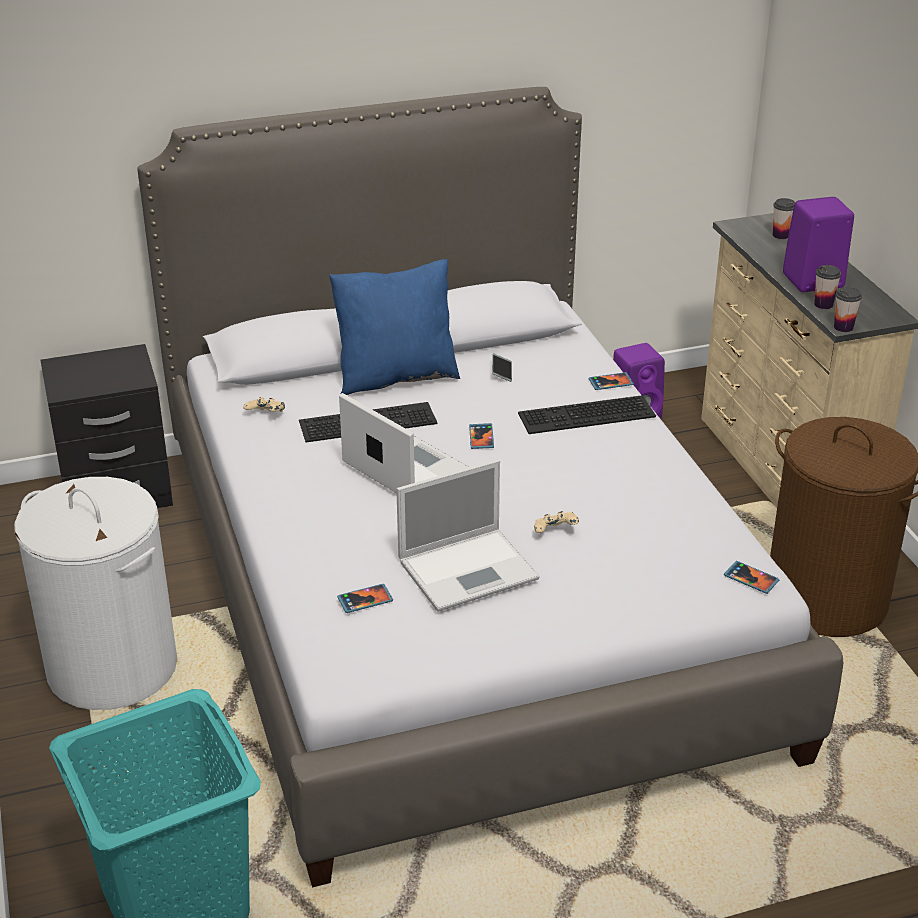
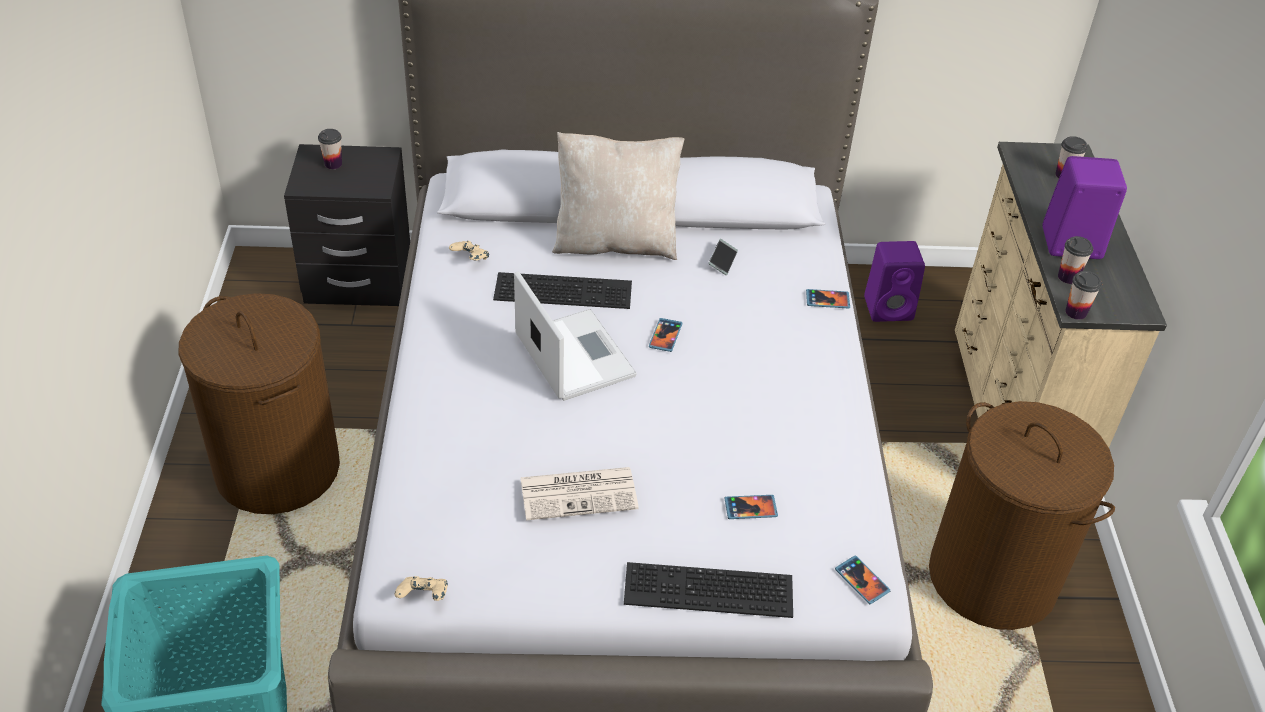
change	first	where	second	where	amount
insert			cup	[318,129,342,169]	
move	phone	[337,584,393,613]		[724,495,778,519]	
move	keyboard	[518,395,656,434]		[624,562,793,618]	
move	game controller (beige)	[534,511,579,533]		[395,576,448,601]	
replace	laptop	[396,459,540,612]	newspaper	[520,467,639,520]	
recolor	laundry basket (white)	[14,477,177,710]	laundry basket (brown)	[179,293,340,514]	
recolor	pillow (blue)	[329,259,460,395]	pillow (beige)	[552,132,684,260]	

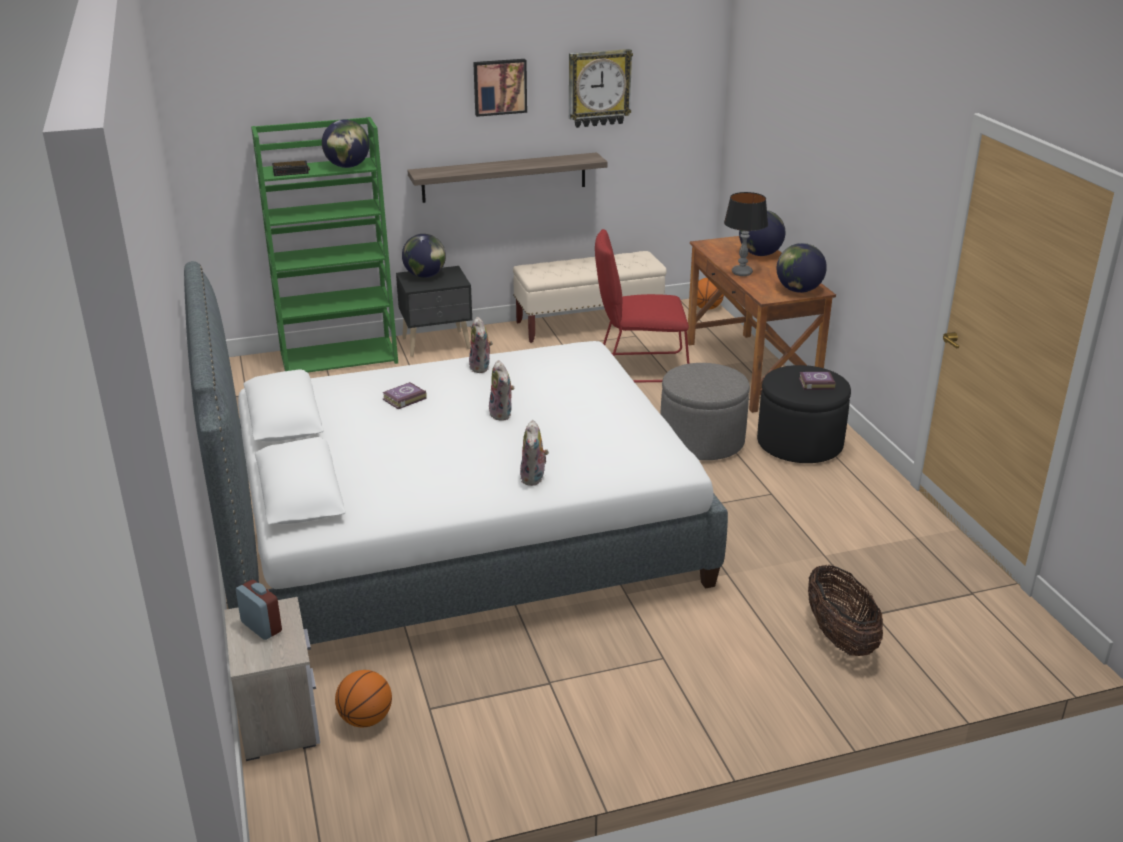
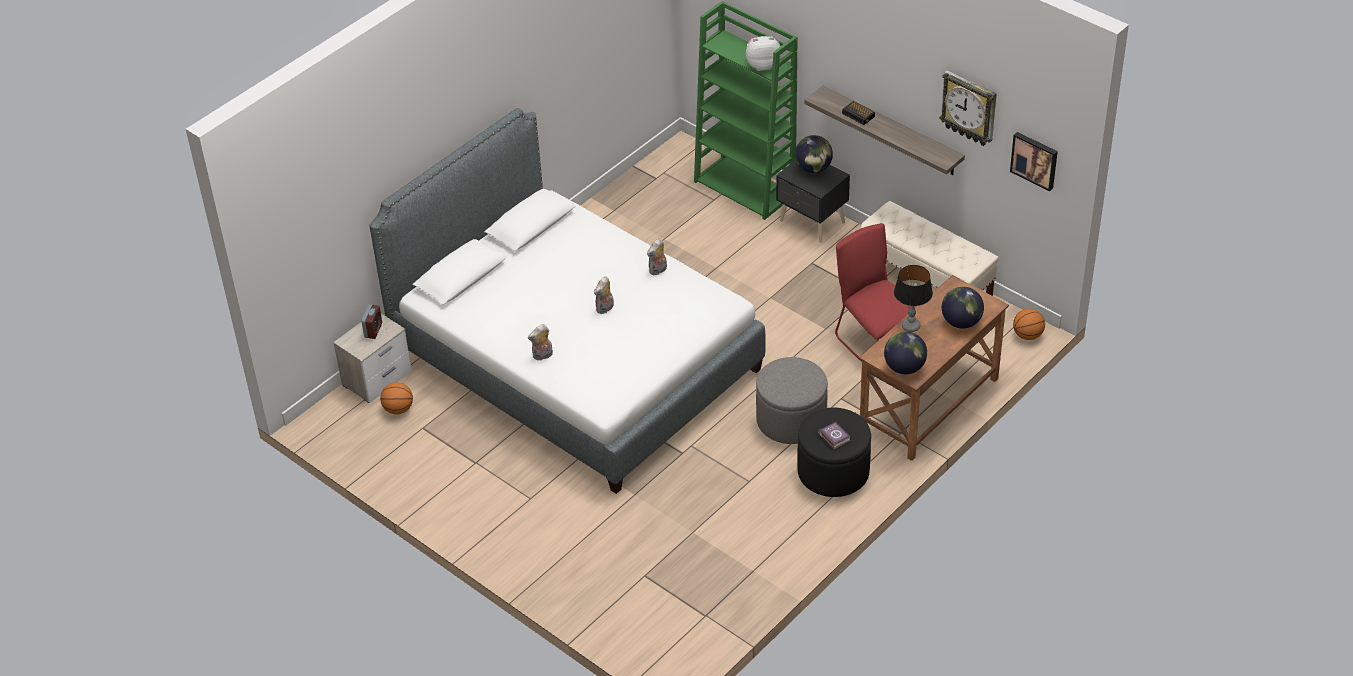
change	first	where	second	where	amount
delete	book	[382,382,427,409]			
delete	basket	[808,564,883,656]			
move	alarm clock	[272,161,310,176]		[842,101,875,125]	
move	picture	[473,59,527,117]		[1010,132,1058,191]	
replace	globe	[322,119,369,168]	plush toy	[746,36,782,71]	

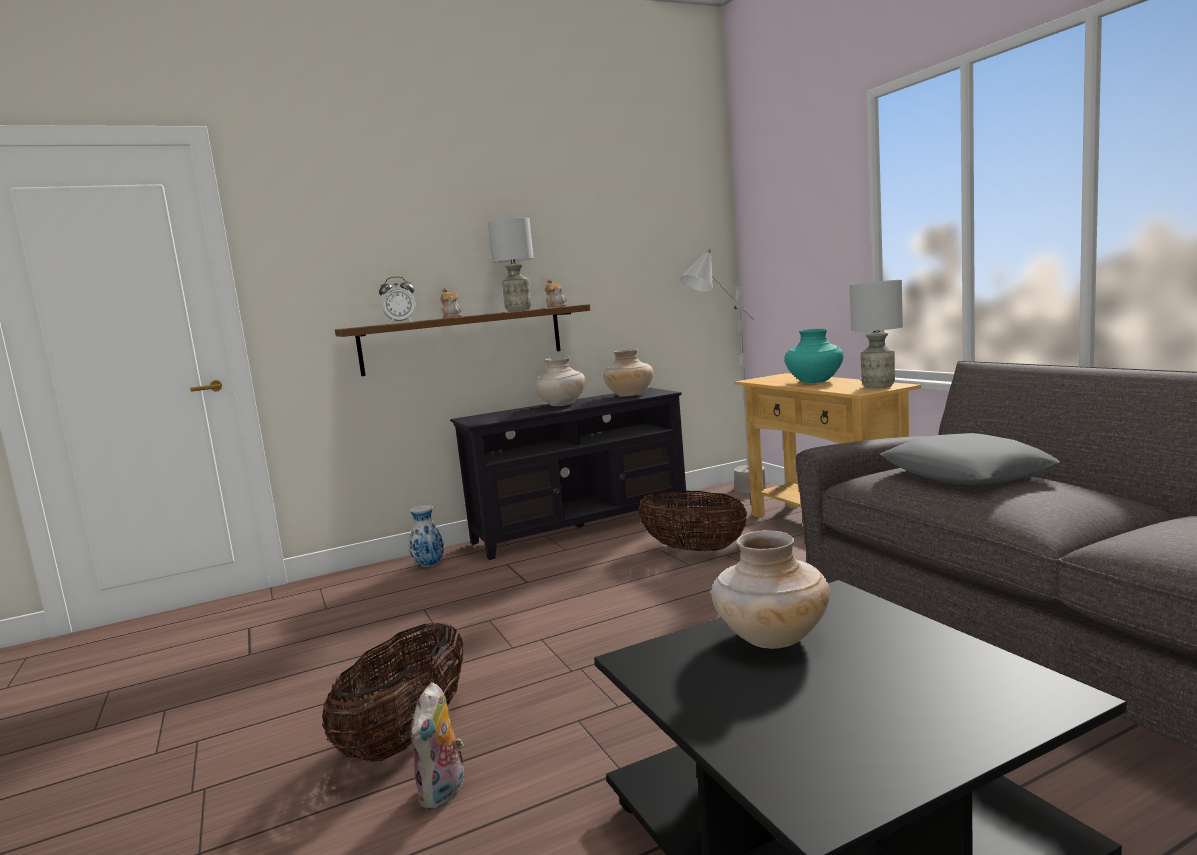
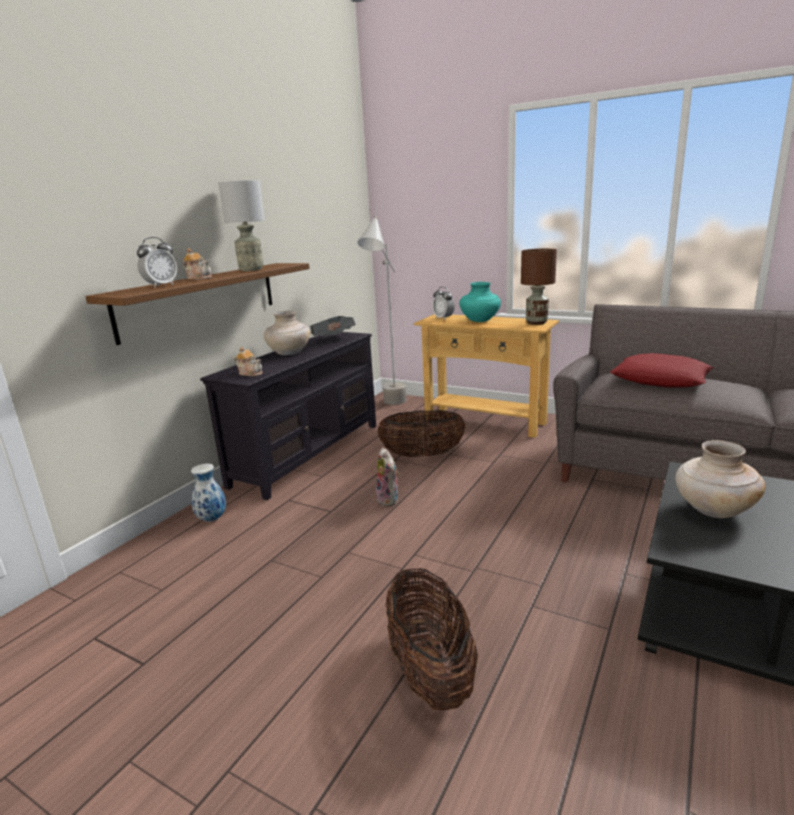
change	first	where	second	where	amount
insert			alarm clock	[432,287,455,319]	
move	plush toy	[410,682,464,810]		[376,448,400,506]	
move	teapot	[544,279,566,308]		[234,347,263,376]	
replace	vase (beige)	[603,349,653,397]	newspaper	[310,316,356,336]	
recolor	table lamp (grey)	[849,280,903,389]	table lamp (brown)	[521,249,557,325]	
recolor	pillow (grey)	[880,433,1060,485]	pillow (red)	[610,353,713,387]	

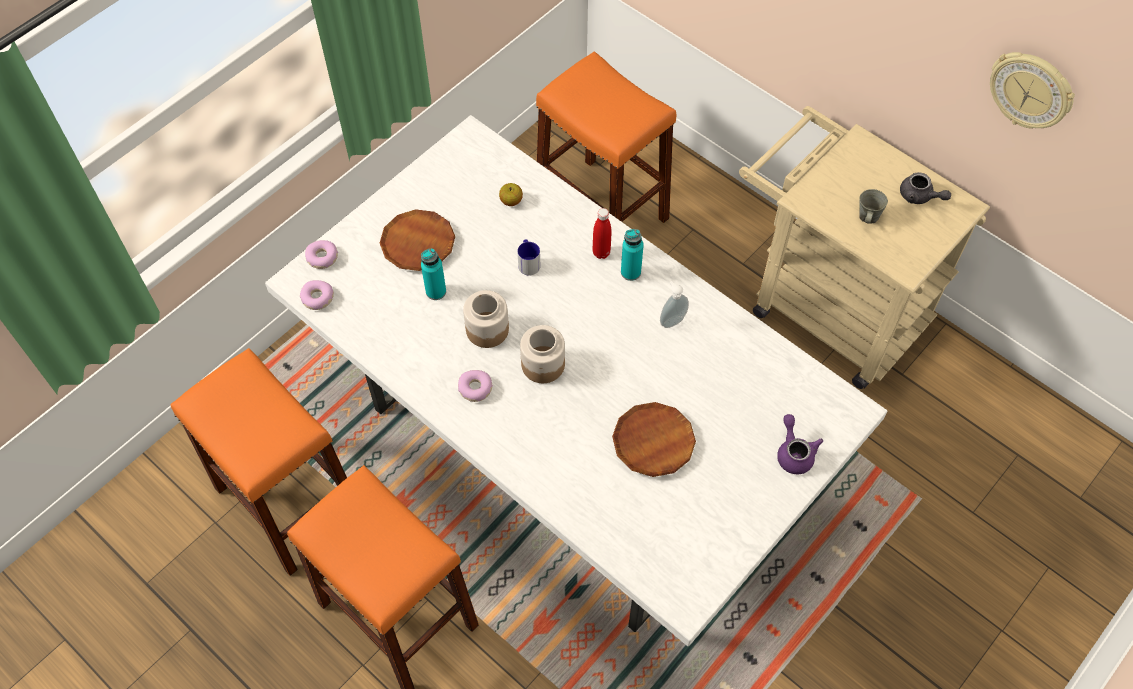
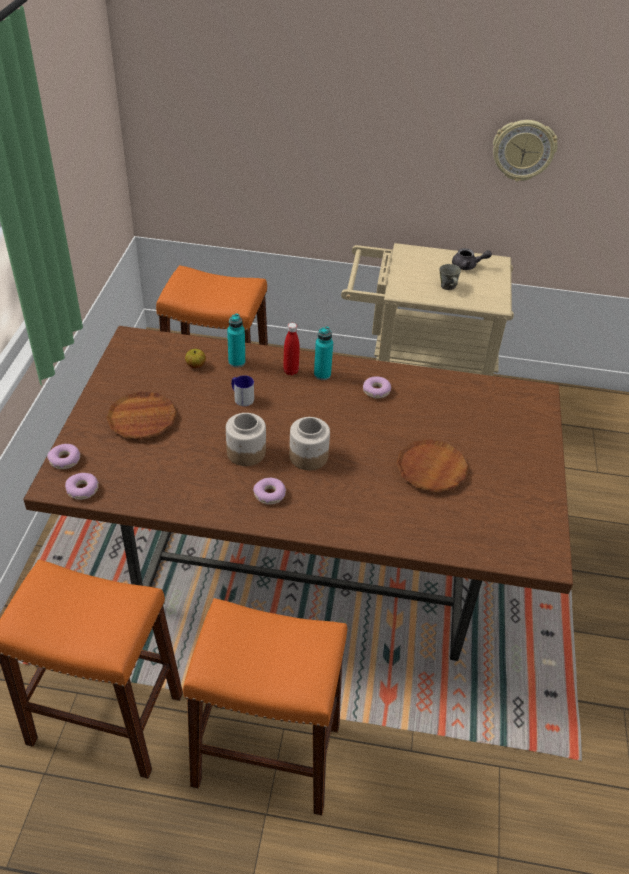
change	first	where	second	where	amount
delete	teapot (purple)	[777,414,823,474]			
move	bottle (turquoise)	[421,248,446,300]		[227,313,245,367]	
replace	soap dispenser	[660,281,689,328]	donut	[363,376,391,398]	
recolor	dining table (white)	[265,115,887,646]	dining table (brown)	[23,326,573,661]	

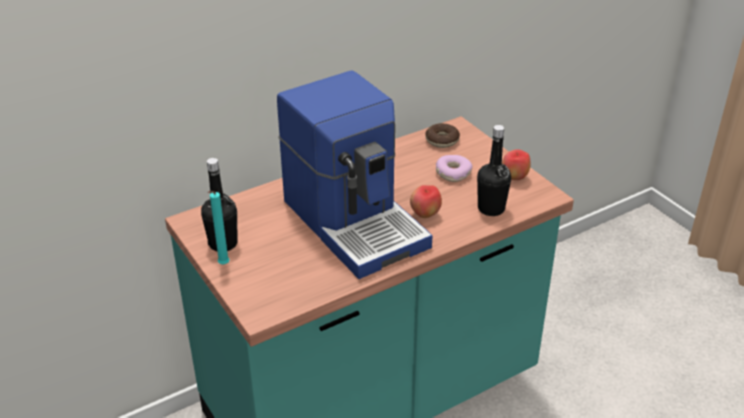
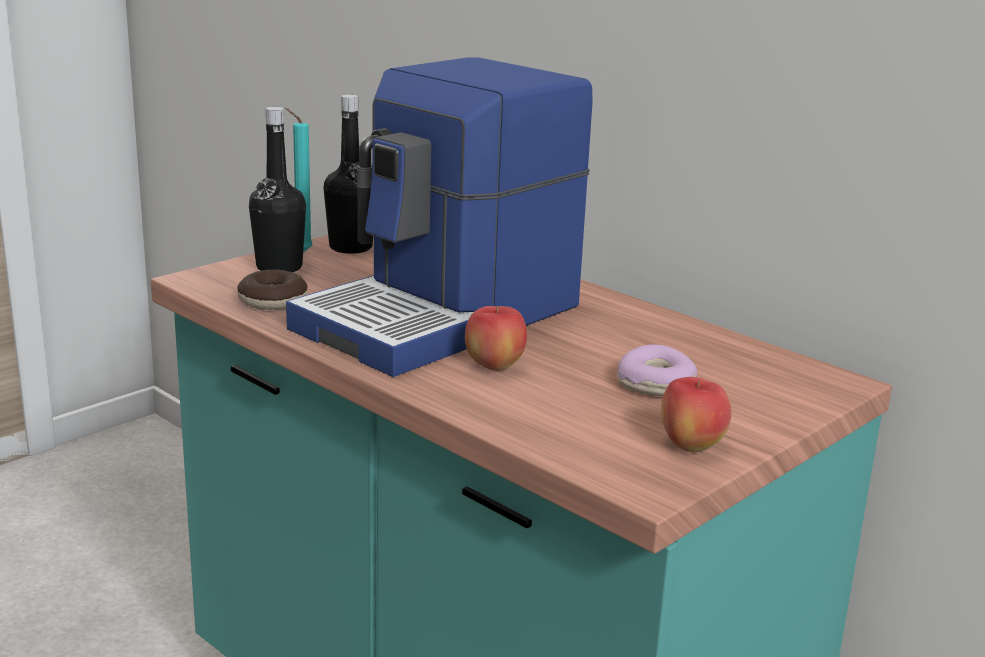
change	first	where	second	where	amount
move	donut	[425,123,460,148]		[237,270,307,310]	
move	bottle (black)	[477,125,511,216]		[249,107,306,272]	

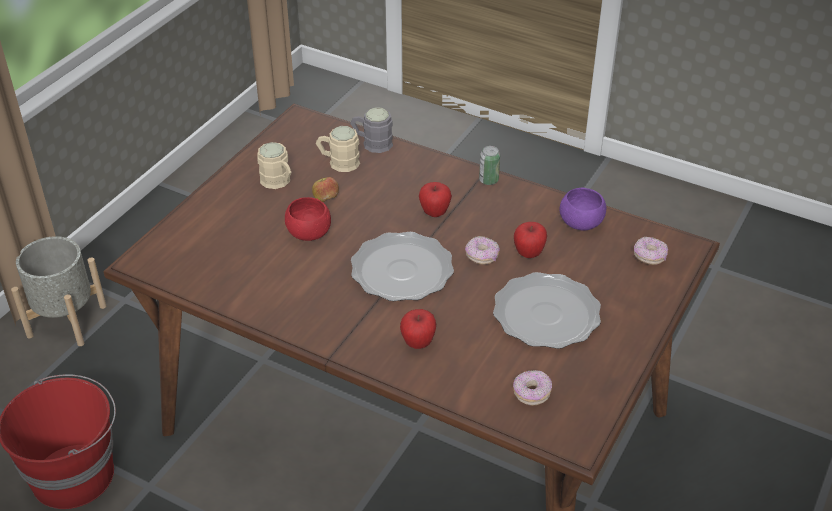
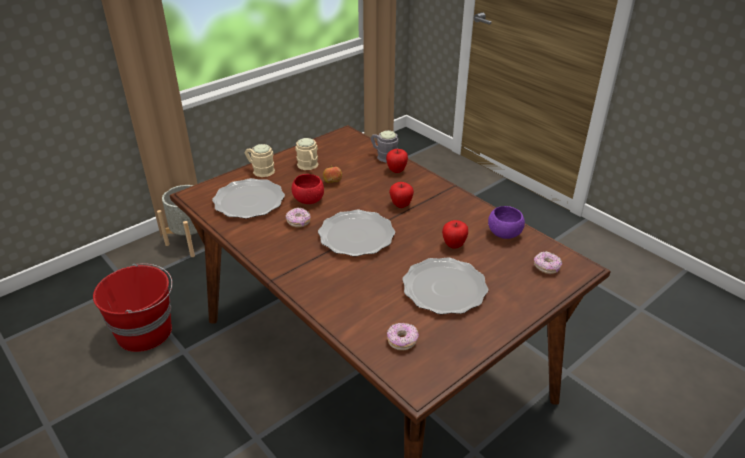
change	first	where	second	where	amount
delete	can	[479,146,500,185]			
insert			plate	[212,178,285,219]	
move	mug (beige)	[316,126,360,172]		[245,144,275,177]	
move	apple	[400,309,436,349]		[386,149,408,173]	
move	donut	[465,236,500,265]		[286,208,311,228]	

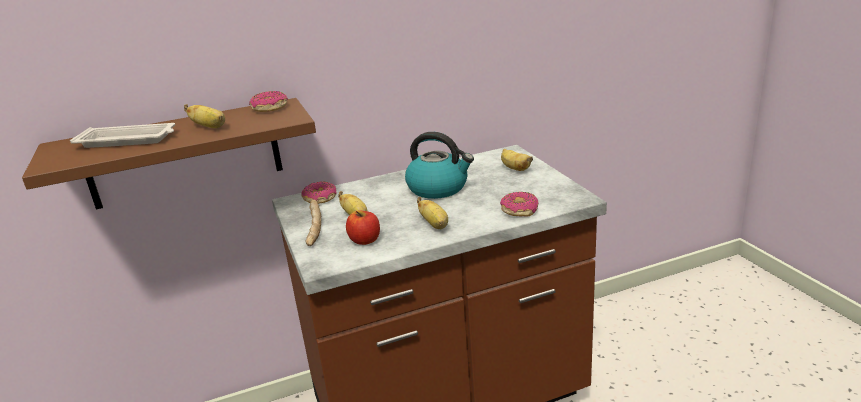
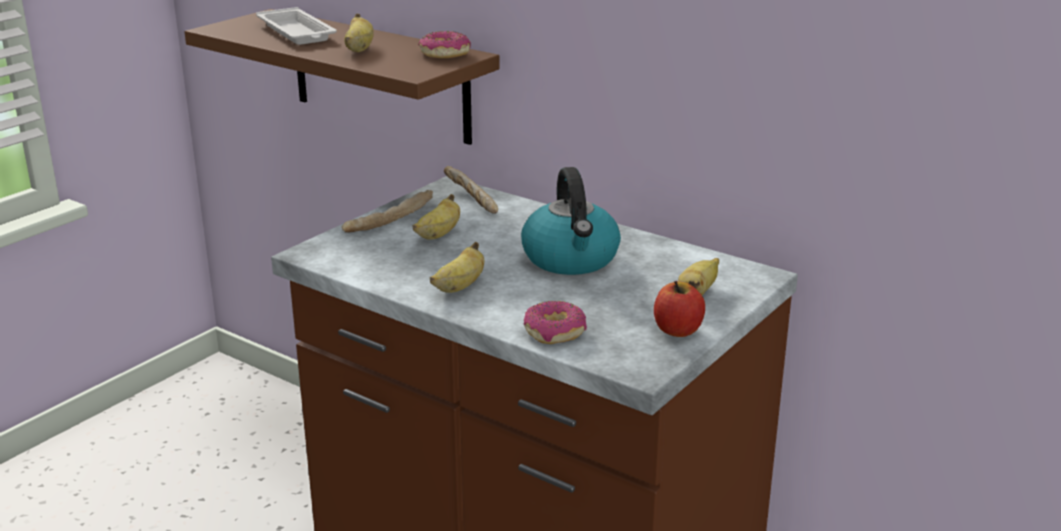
change	first	where	second	where	amount
move	apple	[346,210,380,245]		[654,281,705,337]	
replace	donut	[301,181,337,204]	bread	[444,166,498,214]	

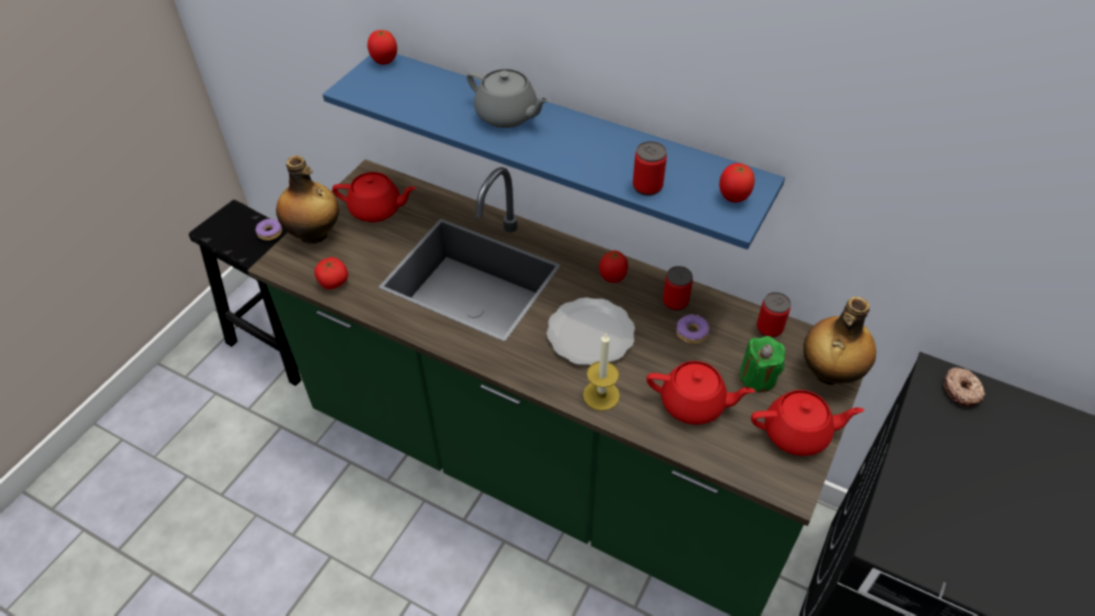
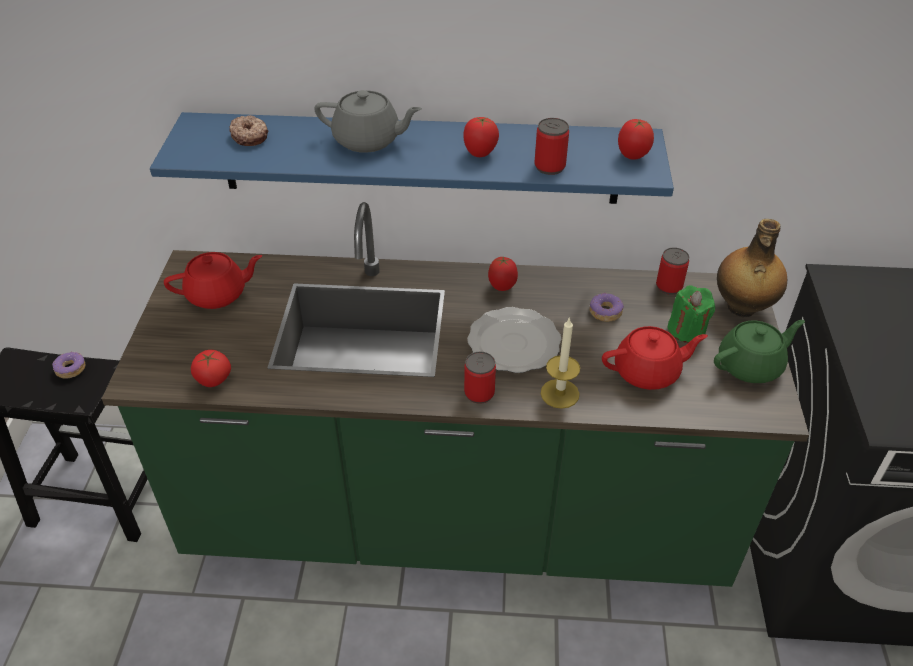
change	first	where	second	where	amount
delete	bottle	[276,156,339,244]			
move	tomato	[367,30,397,65]		[464,117,499,157]	
move	can	[663,266,693,311]		[464,352,496,404]	
move	donut	[943,367,985,406]		[229,115,268,146]	
recolor	teapot (red)	[751,390,864,456]	teapot (green)	[714,320,805,383]	

